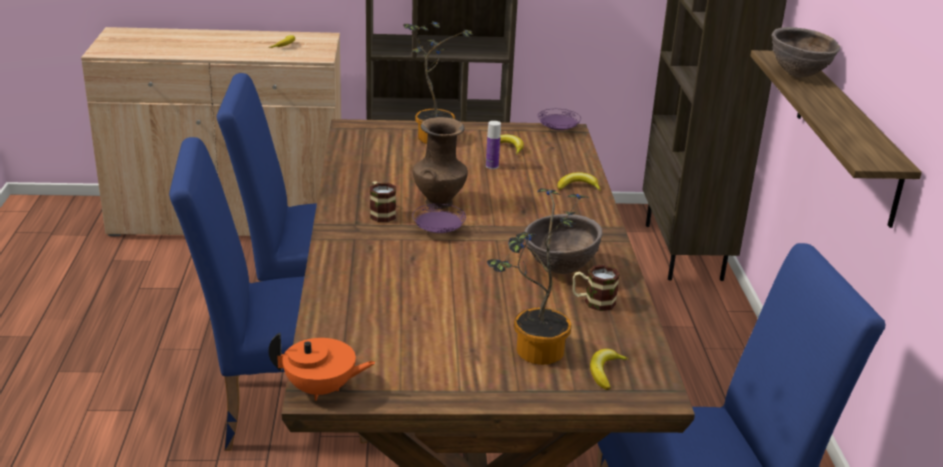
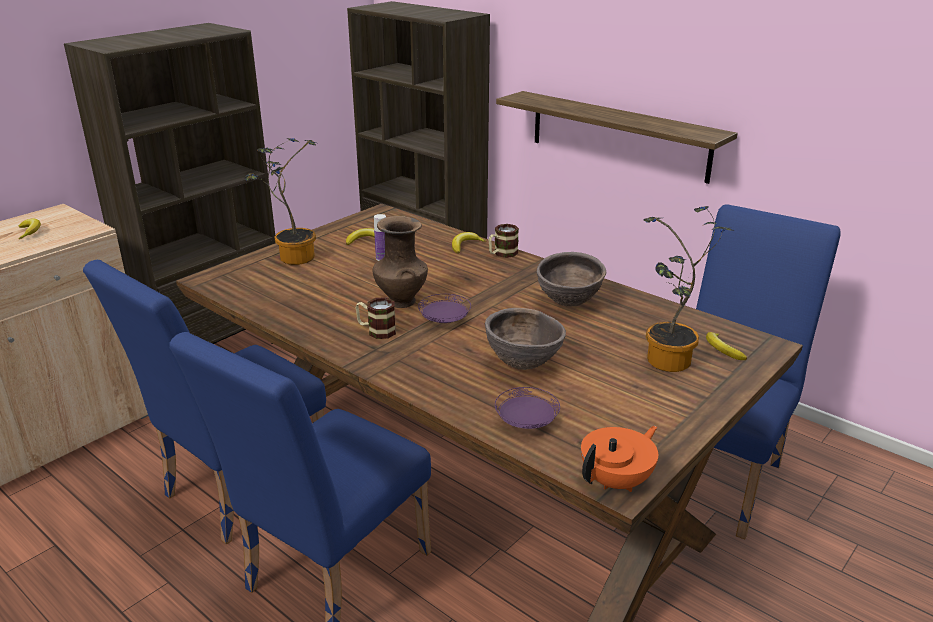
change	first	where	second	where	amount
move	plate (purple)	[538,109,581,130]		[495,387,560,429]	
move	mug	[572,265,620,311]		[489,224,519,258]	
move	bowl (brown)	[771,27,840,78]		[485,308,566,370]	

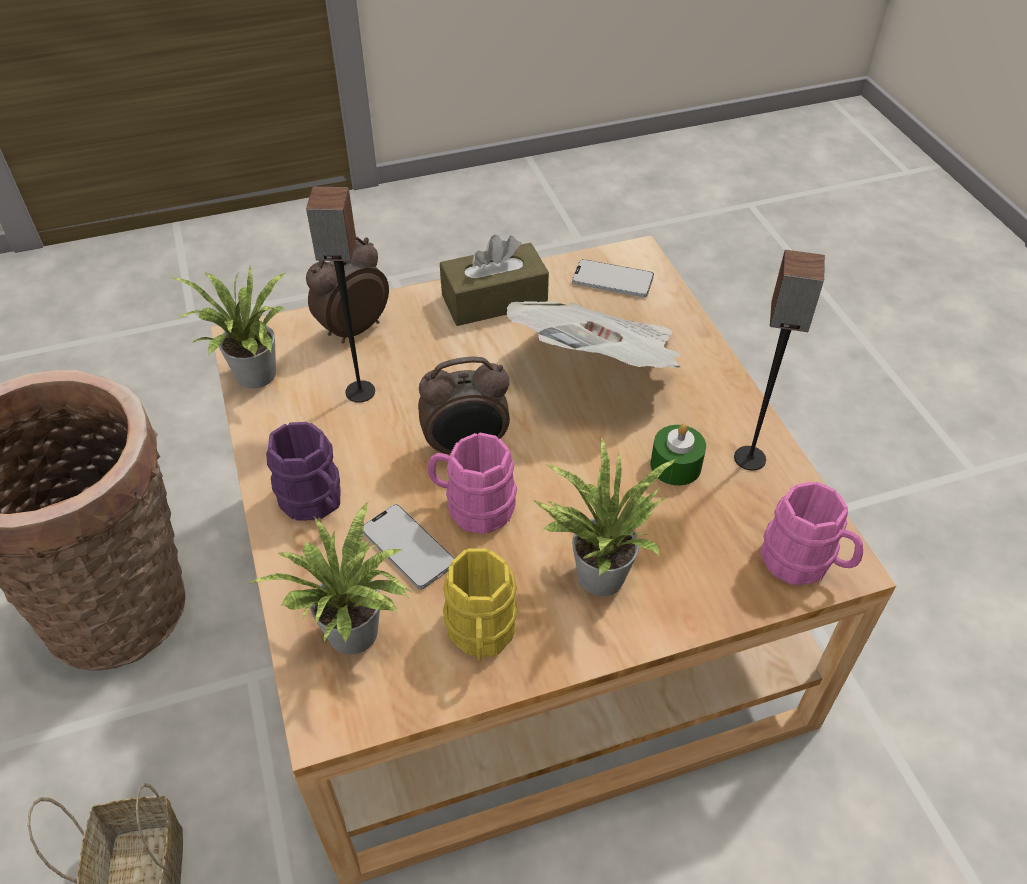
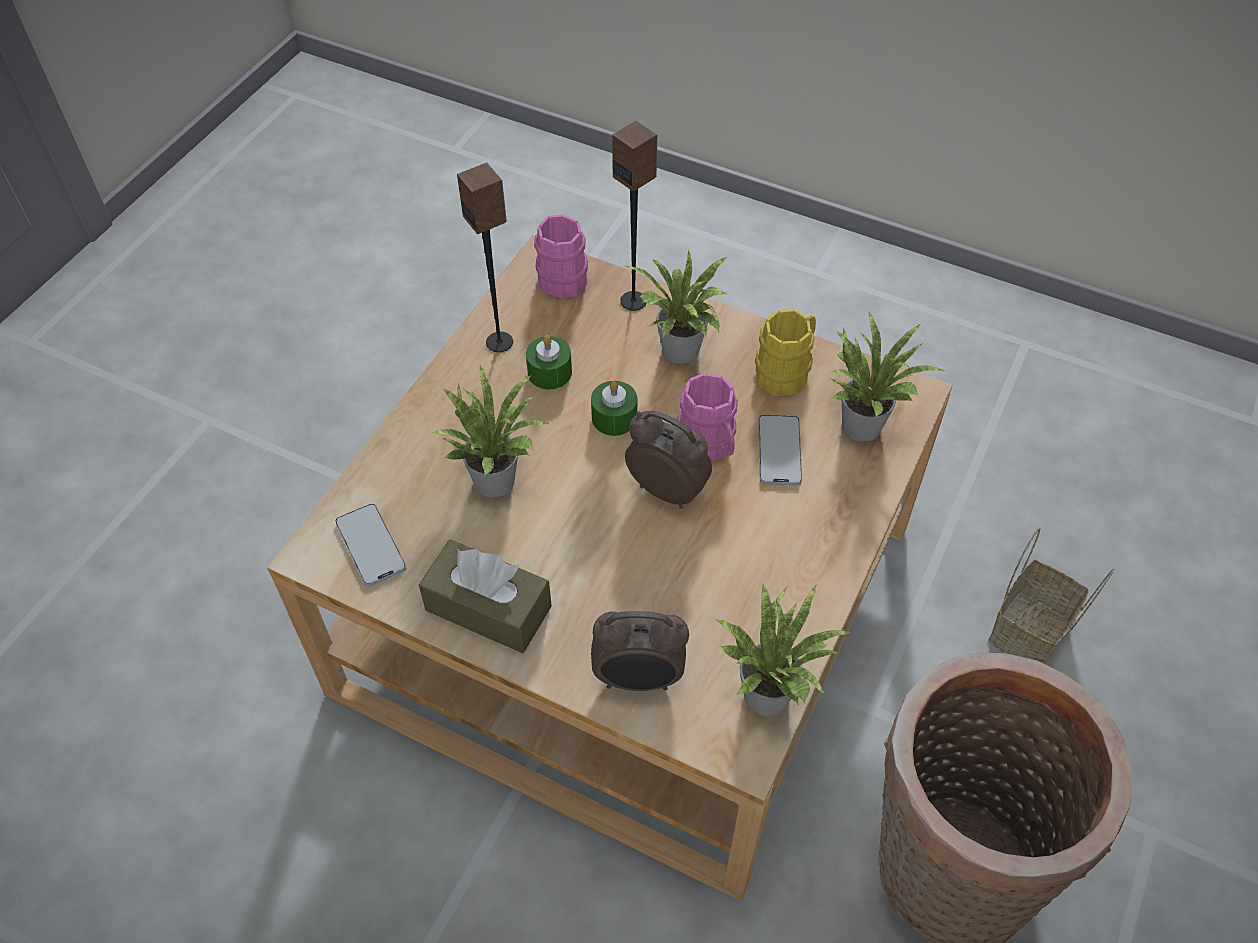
change	first	where	second	where	amount
delete	mug (purple)	[266,422,341,521]			
insert			candle (green)	[591,381,637,436]	
move	speaker	[306,187,375,402]		[612,121,657,311]	
replace	newspaper	[506,301,681,369]	potted plant	[430,363,548,497]	

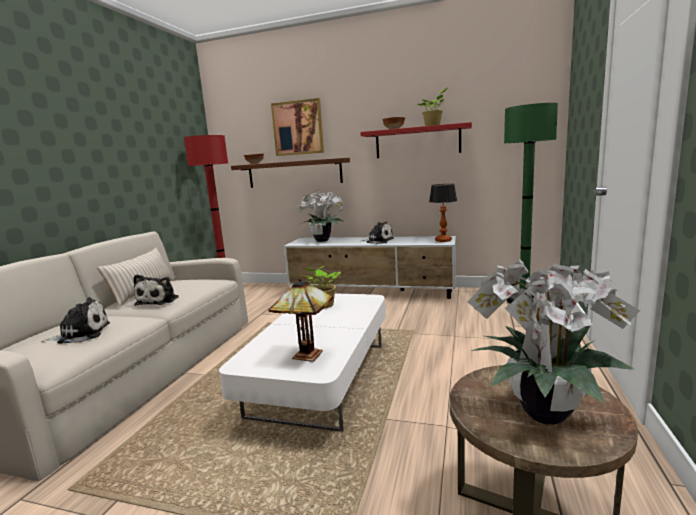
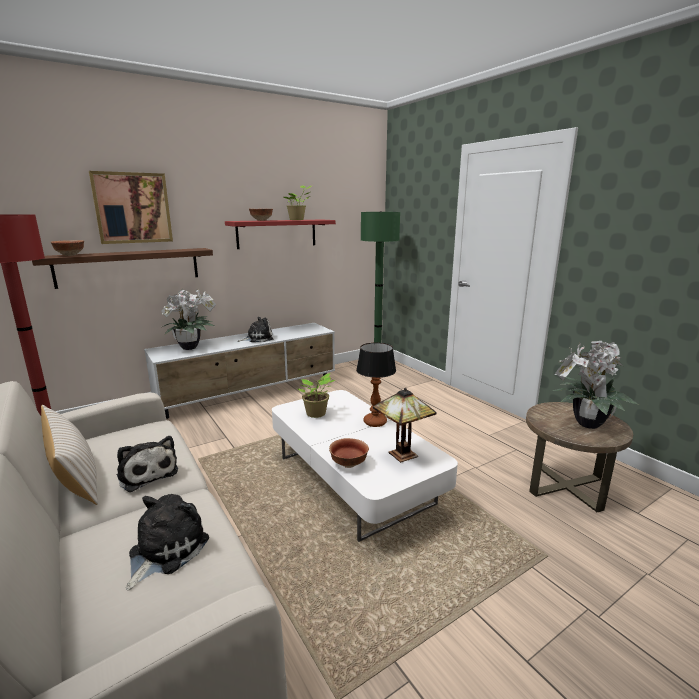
change	first	where	second	where	amount
insert			bowl	[329,438,369,468]	
move	table lamp	[429,184,457,242]		[356,343,396,427]	

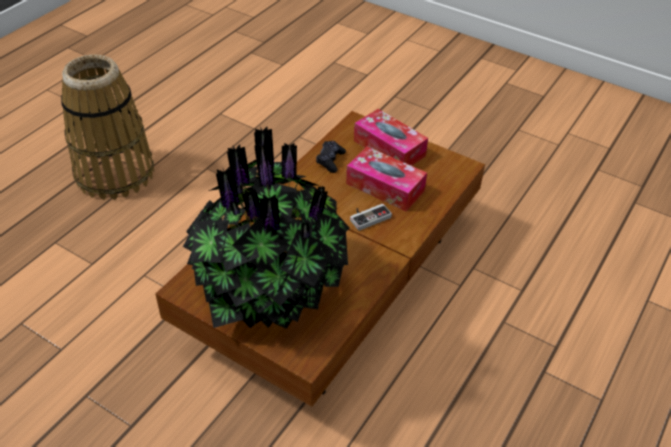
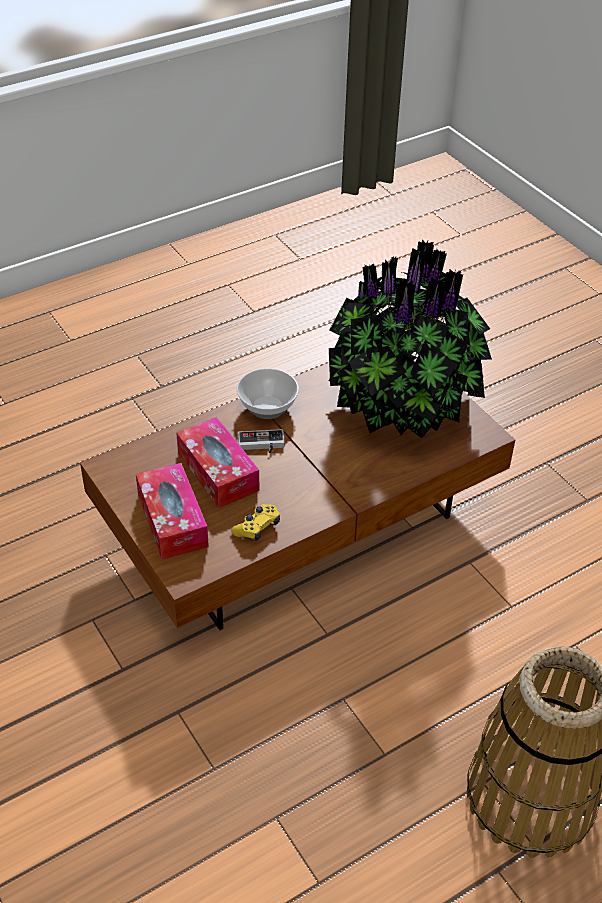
change	first	where	second	where	amount
insert			bowl	[237,368,299,419]	
recolor	game controller (black)	[316,141,346,173]	game controller (yellow)	[231,504,280,541]	

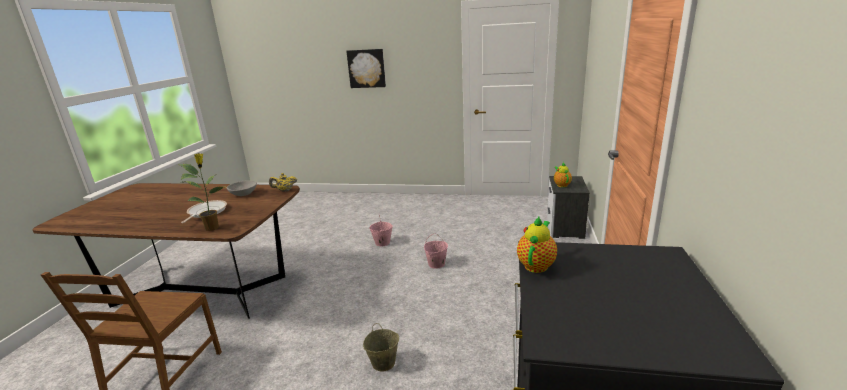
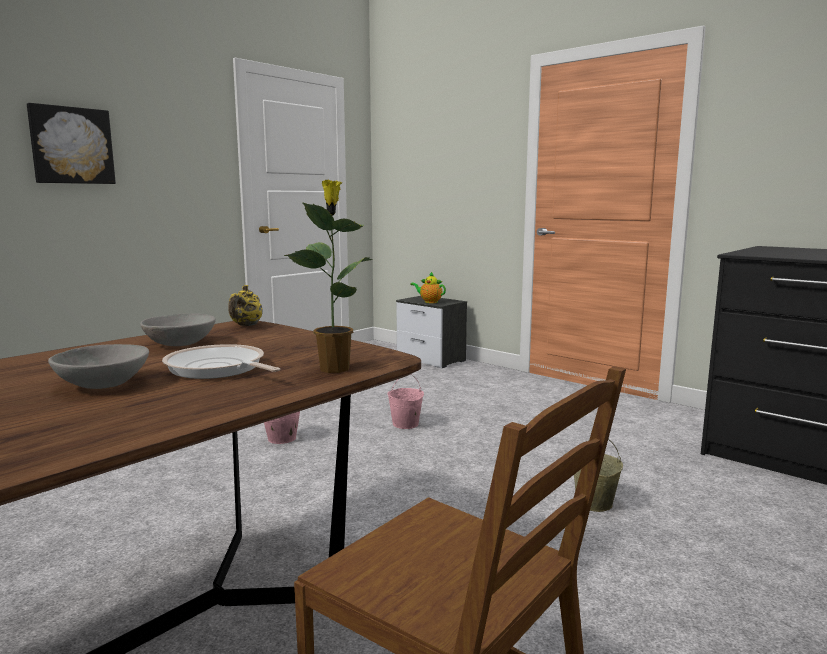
change	first	where	second	where	amount
delete	teapot	[517,217,557,273]			
insert			bowl (grey)	[48,344,149,389]	

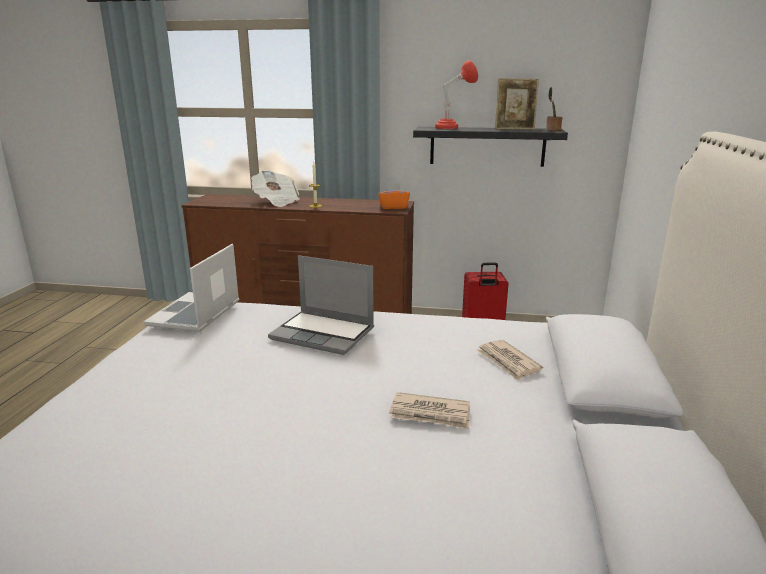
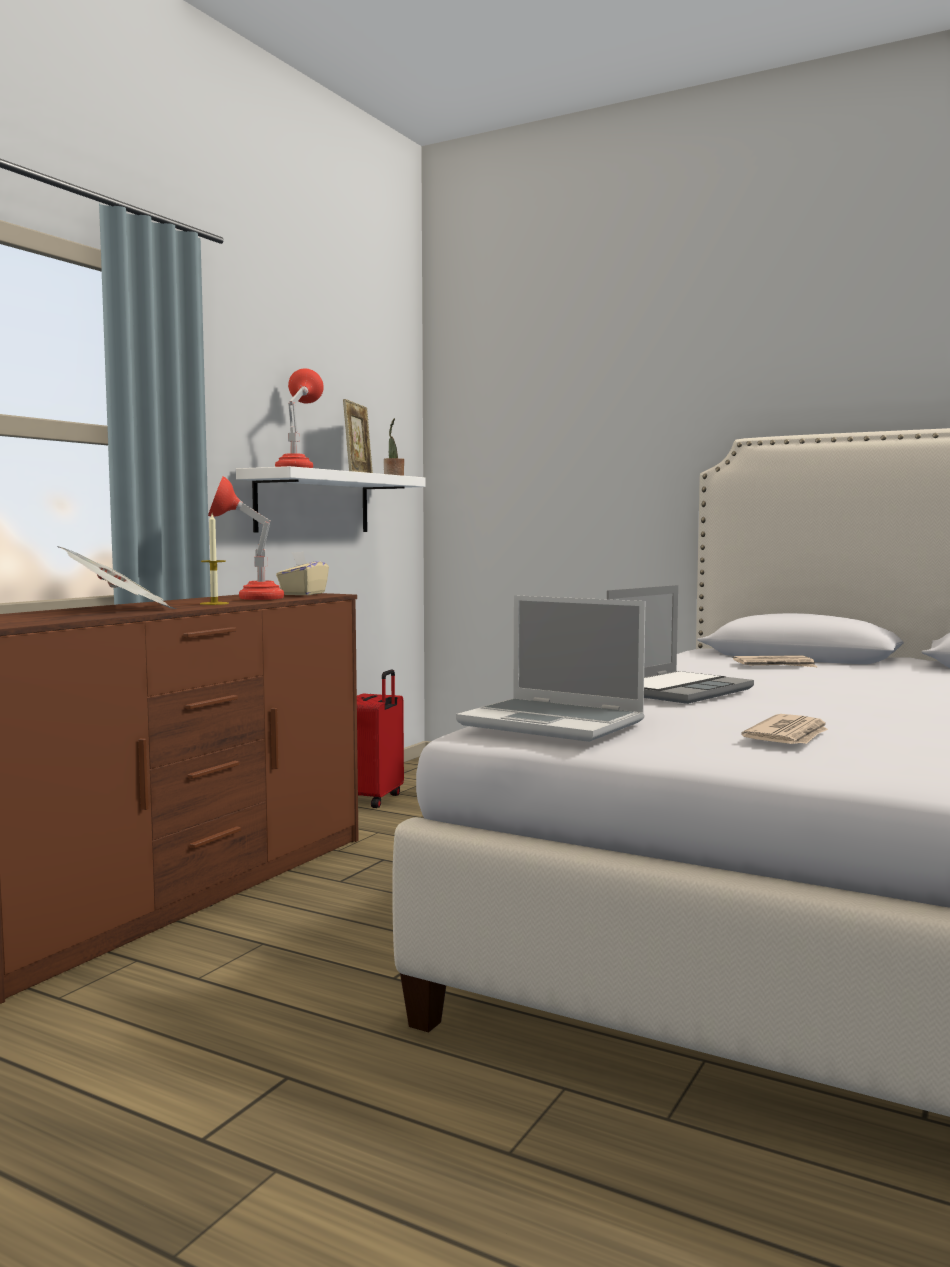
change	first	where	second	where	amount
insert			table lamp (red)	[208,476,284,600]	
move	newspaper	[389,392,470,429]		[741,714,828,744]	
recolor	tissue box (orange)	[378,183,410,209]	tissue box (beige)	[276,551,329,595]	
recolor	shelf (black)	[413,127,568,167]	shelf (white)	[236,466,425,533]	

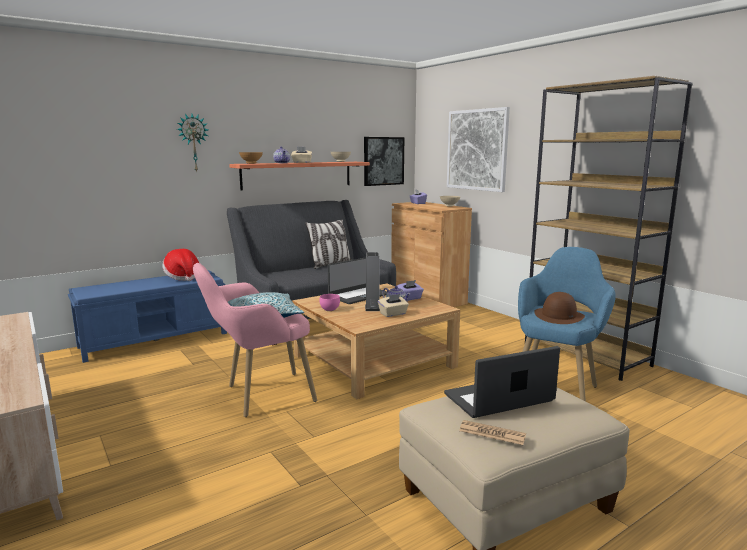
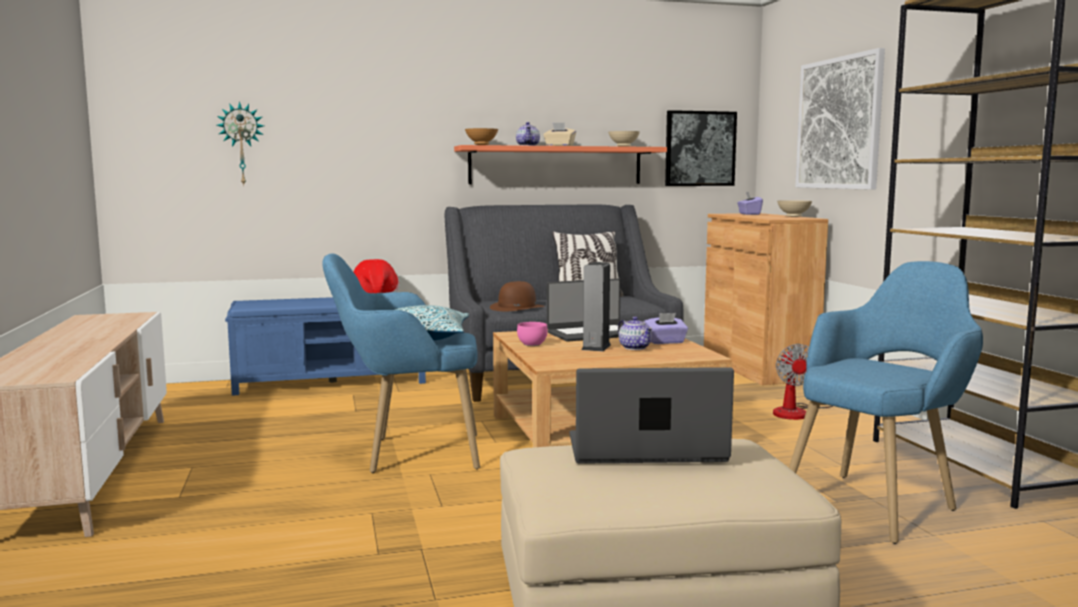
change	first	where	second	where	amount
delete	tissue box (beige)	[378,294,409,317]			
delete	newspaper	[459,420,526,445]			
insert			fan	[773,344,833,420]	
move	wall clock	[177,114,208,173]		[217,102,264,187]	
move	hat (brown)	[534,292,585,324]		[490,281,545,311]	
recolor	armchair (pink)	[193,263,317,417]	armchair (blue)	[323,254,480,473]	

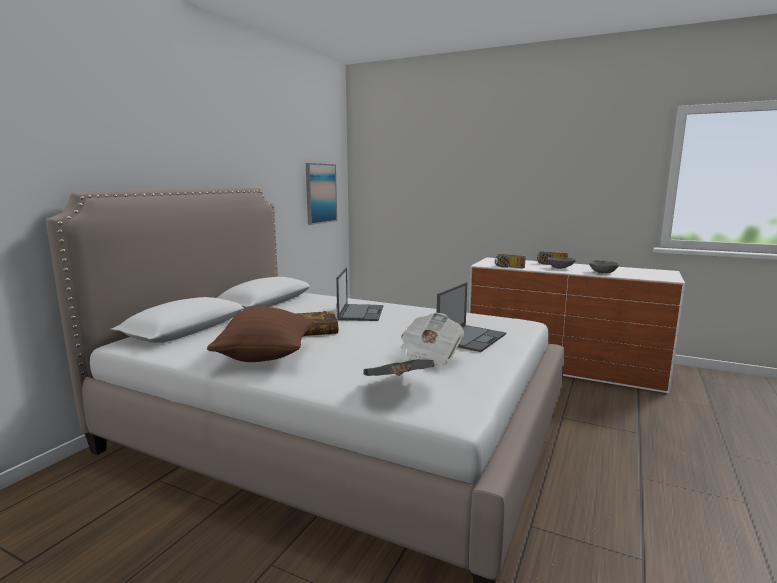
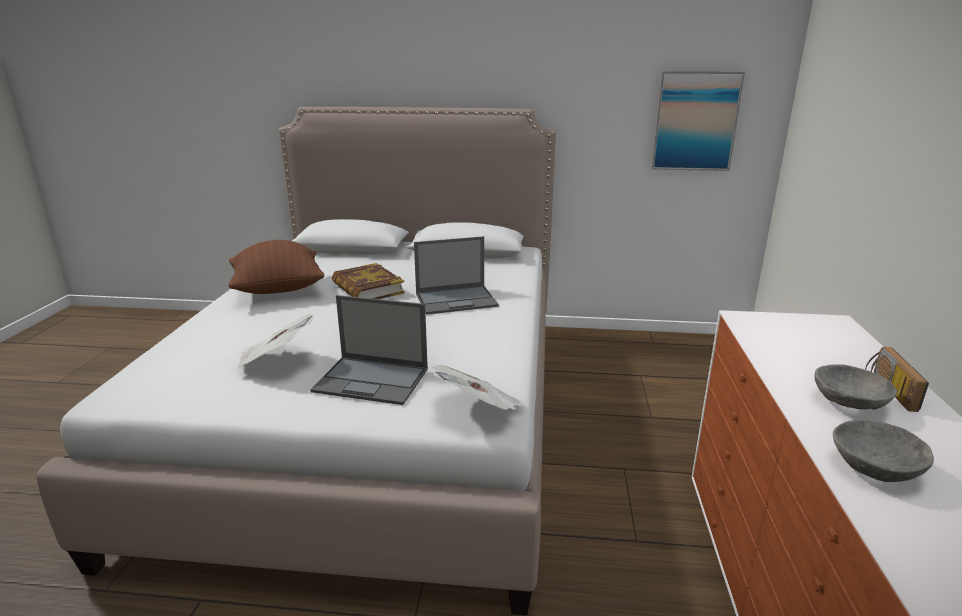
change	first	where	second	where	amount
delete	radio	[495,253,526,269]			
move	newspaper	[363,359,435,376]		[432,365,527,410]	

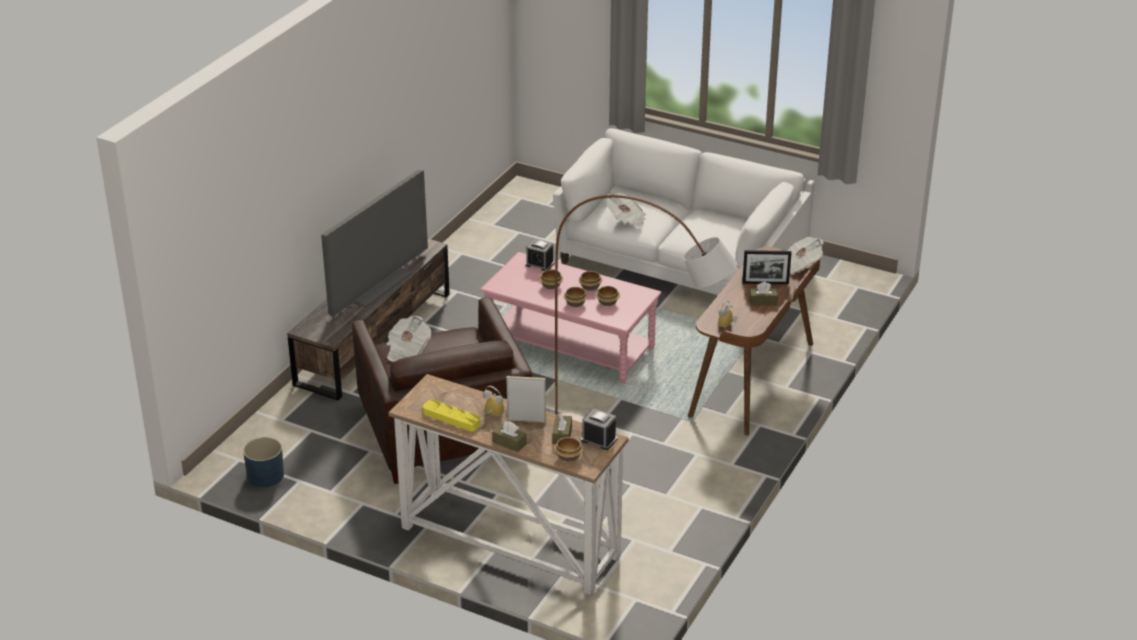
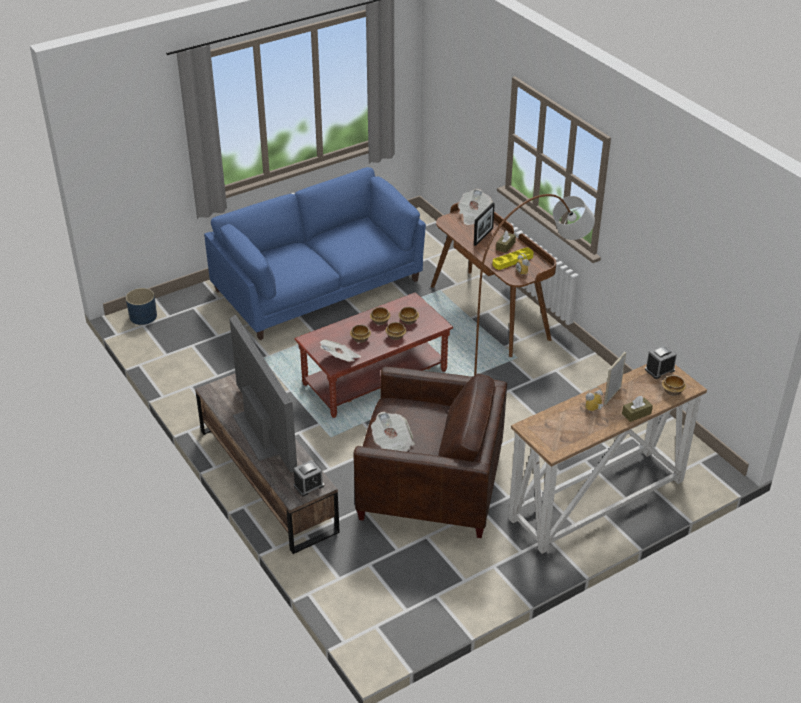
change	first	where	second	where	amount
delete	tissue box (brown)	[552,413,572,444]			
move	planter (blue)	[243,437,284,487]		[126,288,157,325]	
move	tray (yellow)	[423,400,481,431]		[493,248,534,270]	
move	alarm clock	[525,239,554,271]		[294,460,324,496]	
move	newspaper	[607,193,646,228]		[320,340,361,362]	
recolor	coffee table (pink)	[480,252,662,383]	coffee table (brown)	[294,292,453,418]	
recolor	sofa (white)	[553,128,811,295]	sofa (blue)	[204,167,426,340]	

